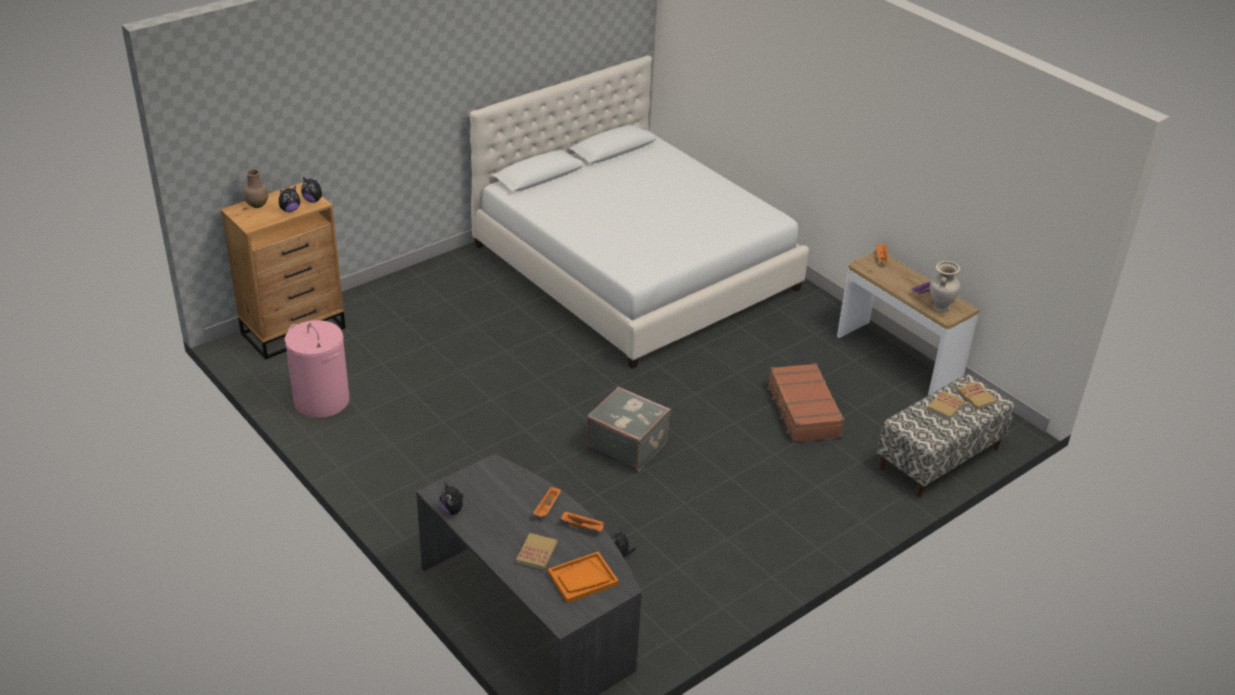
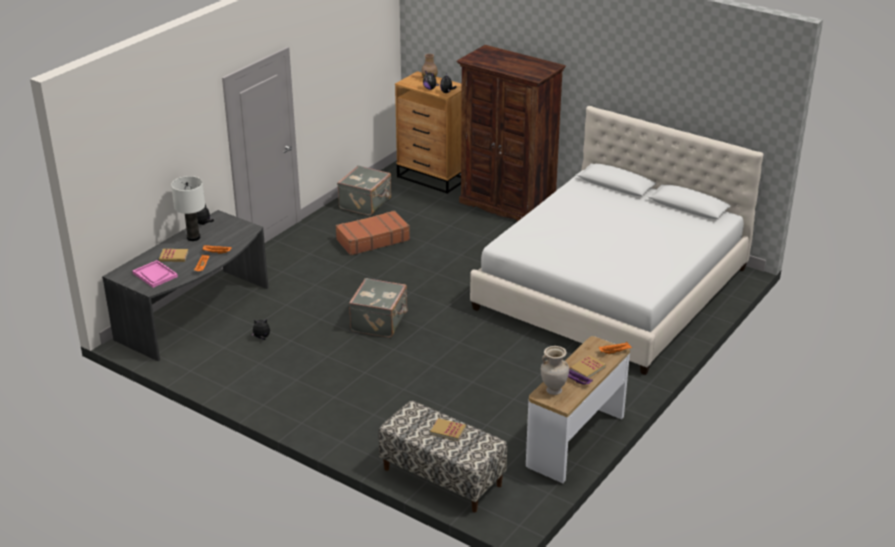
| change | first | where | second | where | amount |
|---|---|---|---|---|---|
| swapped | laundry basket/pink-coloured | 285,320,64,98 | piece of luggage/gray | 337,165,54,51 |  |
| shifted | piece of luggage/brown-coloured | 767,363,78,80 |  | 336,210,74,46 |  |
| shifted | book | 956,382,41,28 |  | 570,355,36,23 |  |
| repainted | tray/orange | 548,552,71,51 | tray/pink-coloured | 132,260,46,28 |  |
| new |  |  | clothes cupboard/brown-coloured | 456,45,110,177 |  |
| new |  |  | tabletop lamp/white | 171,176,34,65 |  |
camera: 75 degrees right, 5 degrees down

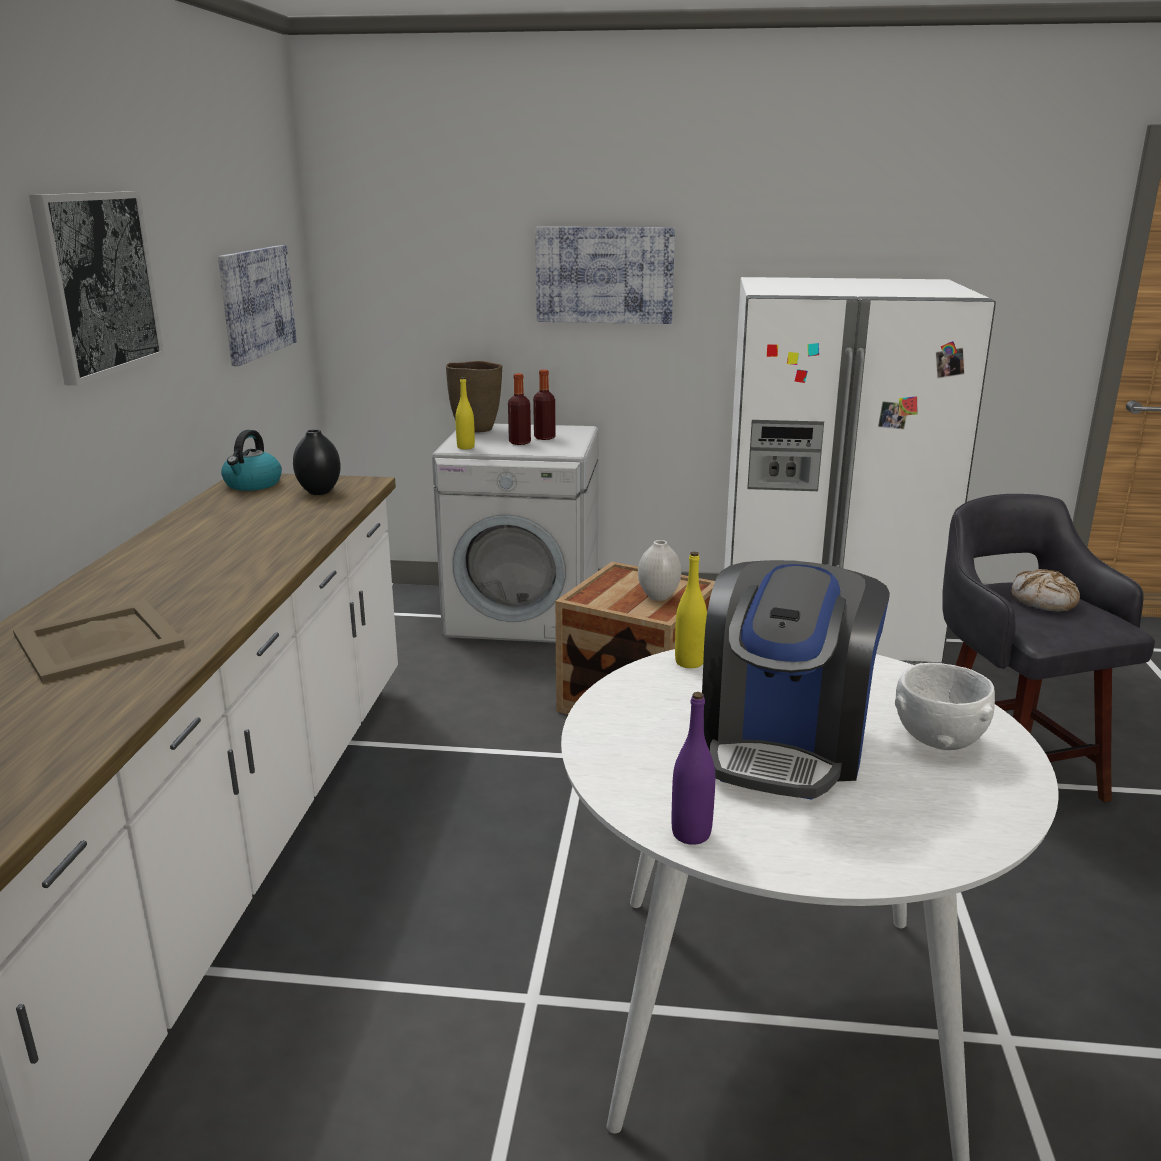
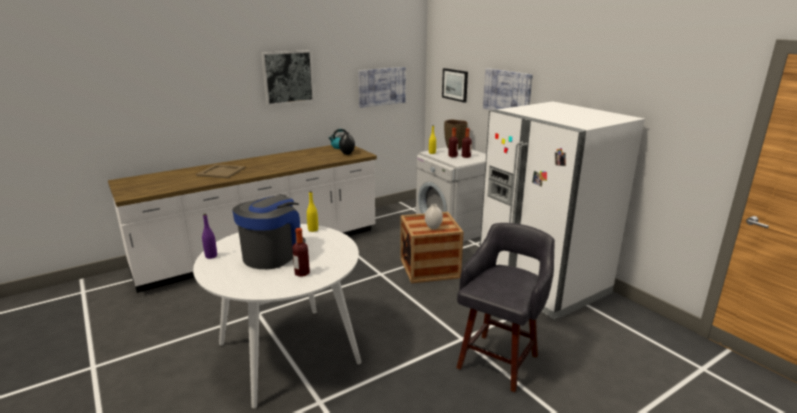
| change | first | where | second | where | amount |
|---|---|---|---|---|---|
| rotated | coffee machine | 702,560,188,240 |  | 232,195,73,74 | 135 degrees clockwise |
| gone | bread | 1011,569,69,43 |  |  |  |
| swapped | deep dish/white | 895,663,100,87 | drink bottle | 292,228,18,49 |  |
| new |  |  | wall picture | 442,68,26,35 |  |
camera: 50 degrees right, 0 degrees up

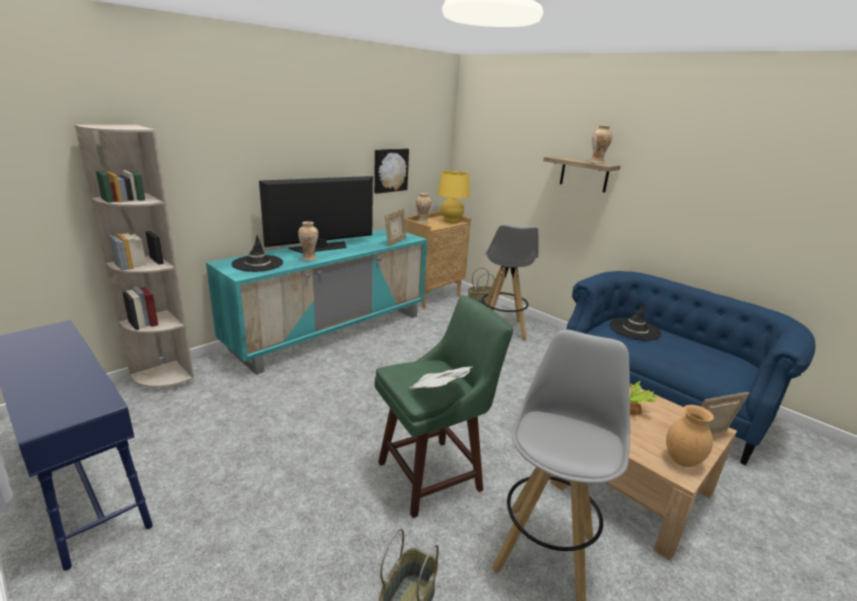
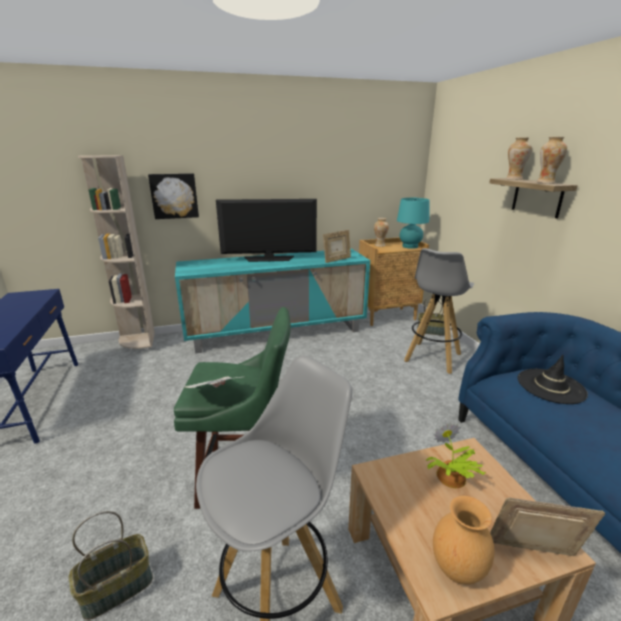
| change | first | where | second | where | amount |
|---|---|---|---|---|---|
| shifted | wall picture | 374,148,35,46 |  | 148,173,51,46 |  |
| repainted | tabletop lamp/yellowish | 437,171,33,52 | tabletop lamp/blue-green | 397,197,33,52 |  |
| shifted | flower vase | 298,221,21,40 |  | 506,137,26,43 |  |
| gone | wearable hat/black | 231,235,52,37 |  |  |  |
camera: 30 degrees right, 0 degrees up

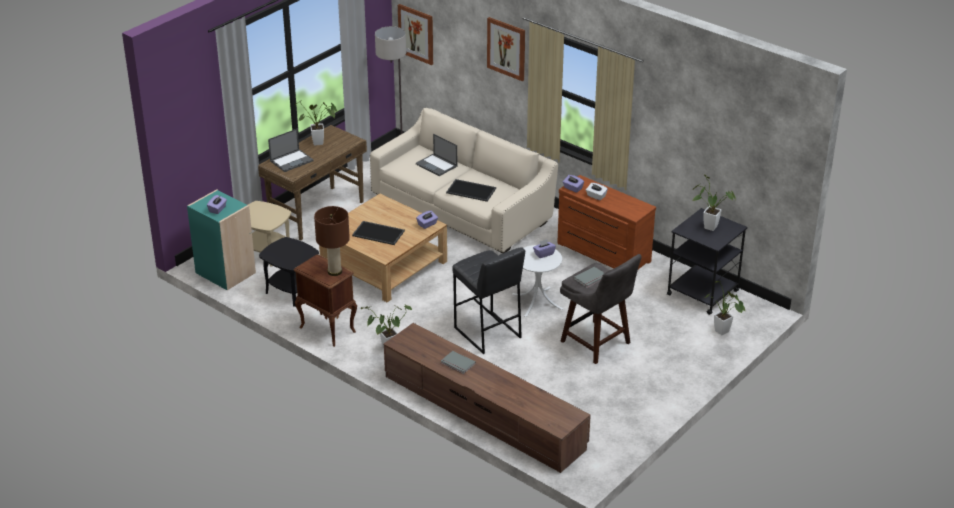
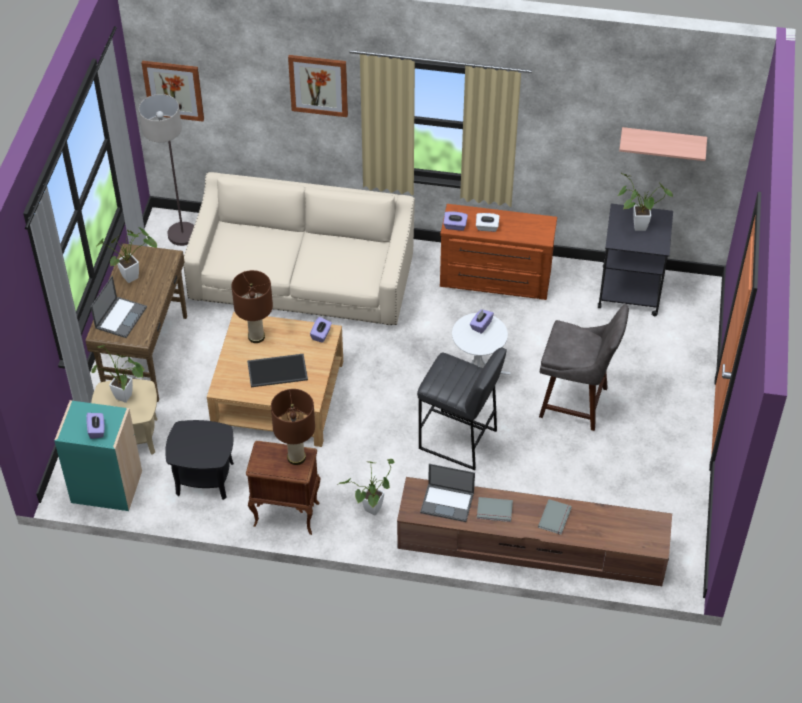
| change | first | where | second | where | amount |
|---|---|---|---|---|---|
| shifted | portable computer | 416,134,41,42 |  | 420,464,55,58 |  |
| gone | tray | 446,179,50,23 |  |  |  |
| shifted | book/gray | 574,267,30,21 |  | 538,499,34,36 |  |
| shifted | plant in a pot | 705,281,40,54 |  | 92,345,54,58 |  |
| new |  |  | bracket shelf | 619,127,88,34 |  |
| new |  |  | tabletop lamp/brown-coloured | 231,270,42,73 |  |
camera: 30 degrees left, 15 degrees up

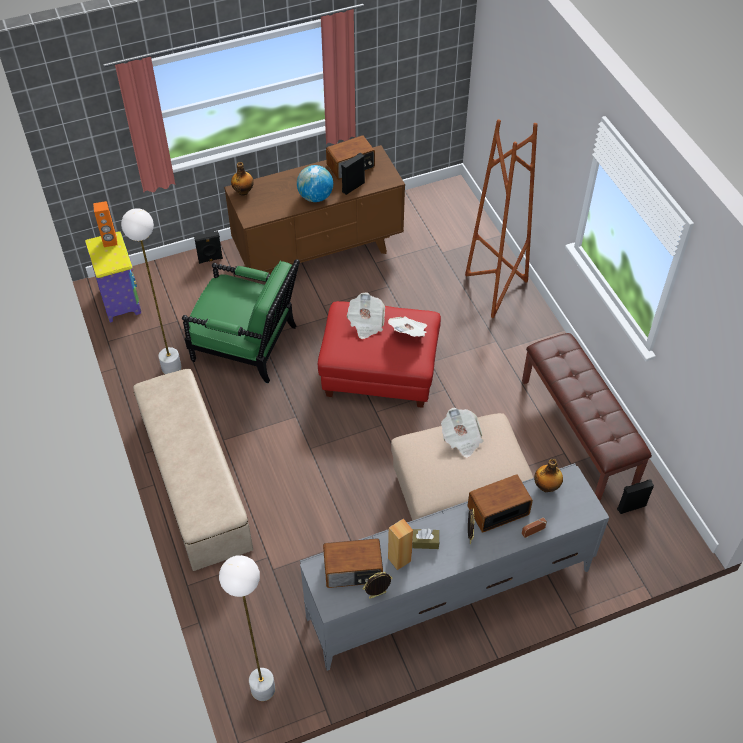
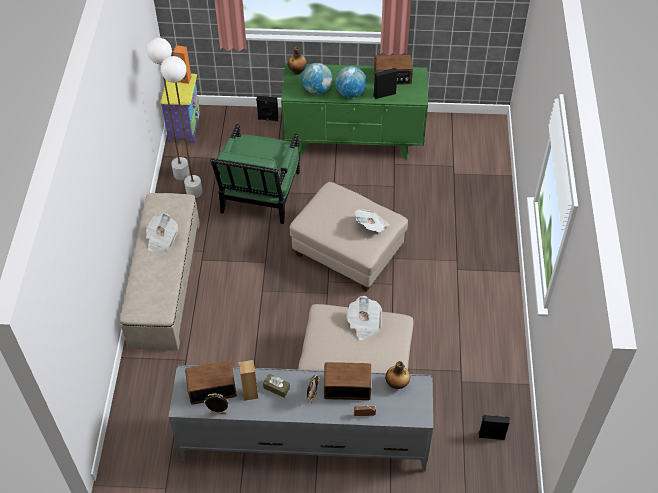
| change | first | where | second | where | amount |
|---|---|---|---|---|---|
| gone | garment rack/brown-coloured | 465,119,72,199 |  |  |  |
| repainted | chest of drawers/brown-coloured | 224,145,181,129 | chest of drawers/green | 281,63,147,97 |  |
| rotated | easy chair/green | 182,259,118,124 |  | 210,124,90,100 | 60 degrees clockwise |
| shifted | printed paper | 347,292,38,47 |  | 146,213,33,38 |  |
| repainted | pouffe/red-coloured | 318,301,123,107 | pouffe/beige | 289,182,119,110 |  |
| gone | bench/brown-coloured | 522,333,130,168 |  |  |  |
| rotated | radio receiver | 323,538,60,50 |  | 185,361,52,43 | 150 degrees clockwise |
| shifted | floor lamp/white | 219,555,56,146 |  | 146,38,44,142 |  |
| new |  |  | globe | 301,63,32,31 |  |
camera: 25 degrees right, 0 degrees up

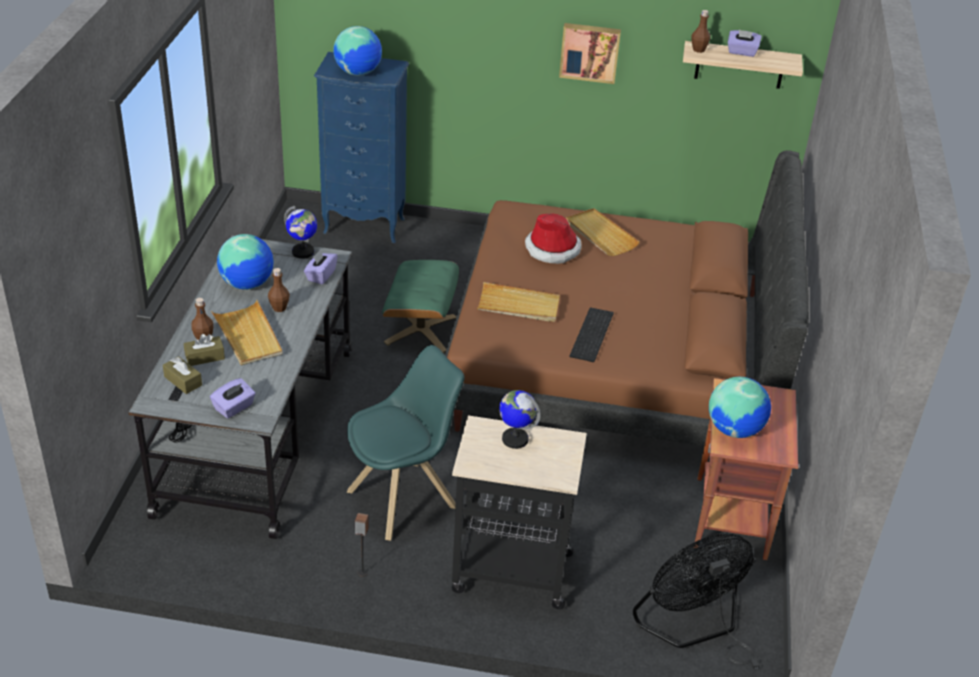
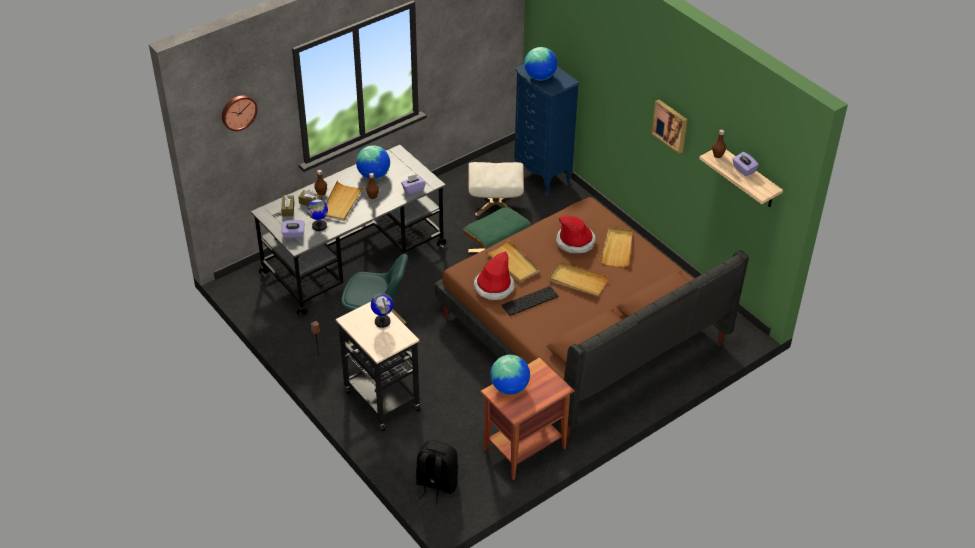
| change | first | where | second | where | amount |
|---|---|---|---|---|---|
| shifted | globe | 284,206,33,53 |  | 307,196,21,35 |  |
| swapped | fan/black | 633,533,126,136 | rucksack/black | 416,440,42,64 |  |
| new |  |  | wall clock | 222,95,36,36 |  |
| new |  |  | pouffe/beige | 468,162,56,55 |  |
| new |  |  | wearable hat | 474,251,41,49 |  |
| new |  |  | tray/beige | 548,262,61,34 |  |
camera: 45 degrees right, 5 degrees up

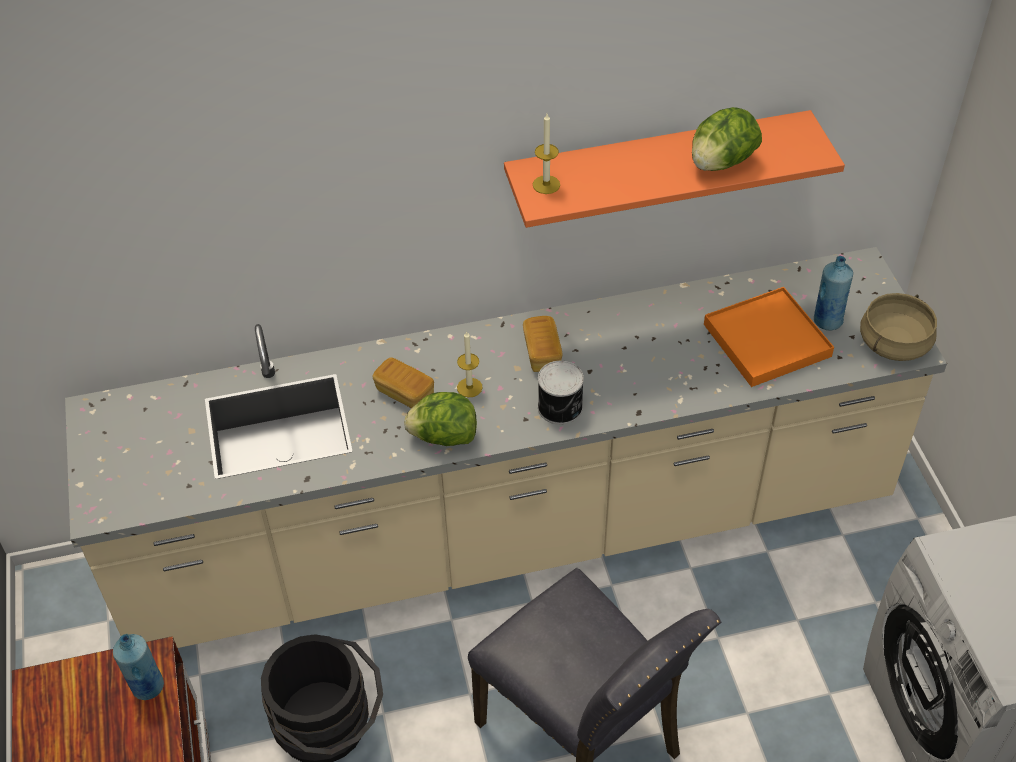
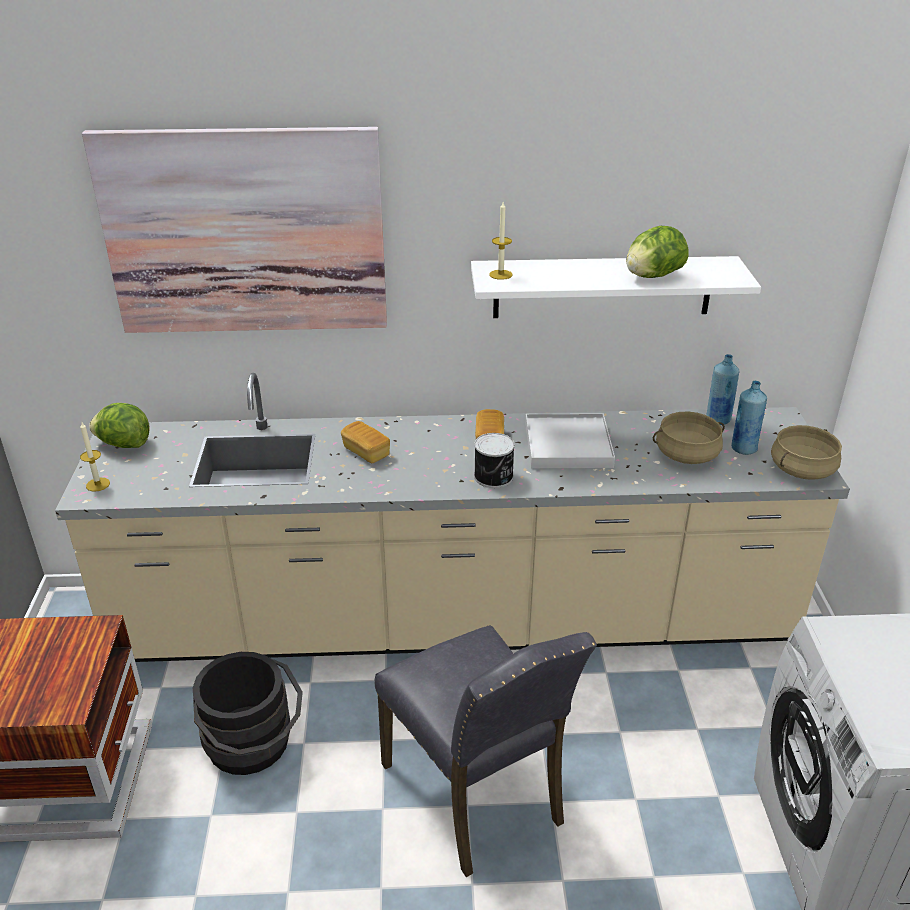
| change | first | where | second | where | amount |
|---|---|---|---|---|---|
| repainted | bracket shelf/orange | 504,110,341,118 | bracket shelf/white | 471,256,290,62 |  |
| swapped | tray/orange | 704,287,130,100 | stockpot/beige | 653,411,72,53 |  |
| shifted | wax light | 457,331,26,66 |  | 80,423,30,69 |  |
| shifted | lettuce head | 404,392,73,54 |  | 89,403,61,45 |  |
| shifted | drink bottle/bluish | 113,634,51,66 |  | 707,354,32,71 |  |
| new |  |  | wall picture | 82,127,305,206 |  |
| new |  |  | tray/white | 525,413,90,55 |  |
camera: 10 degrees right, 15 degrees down

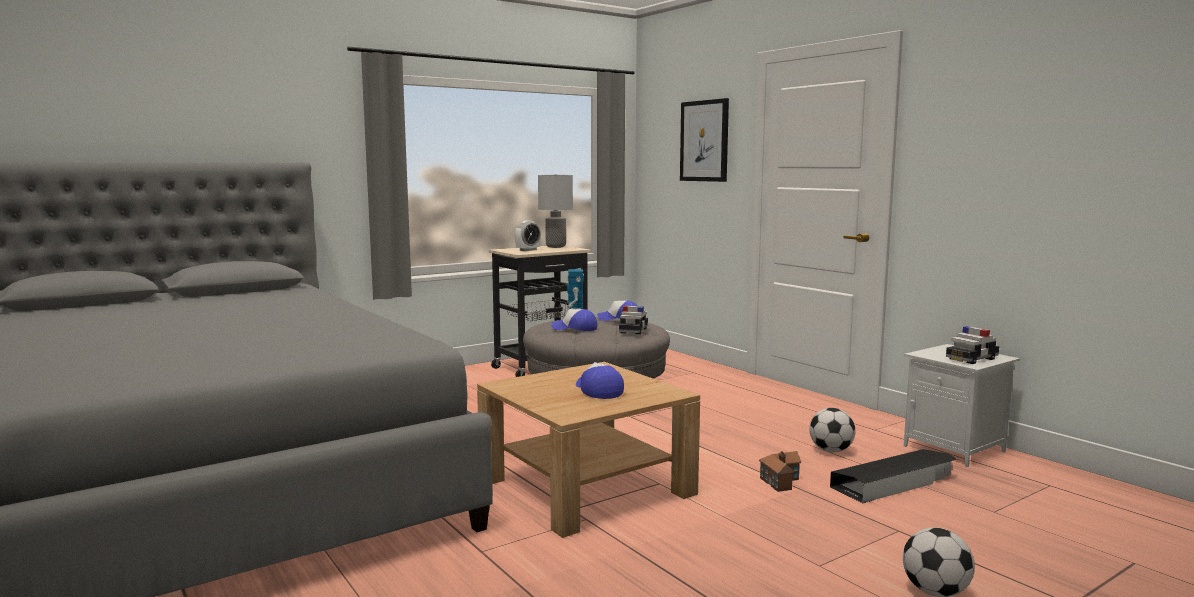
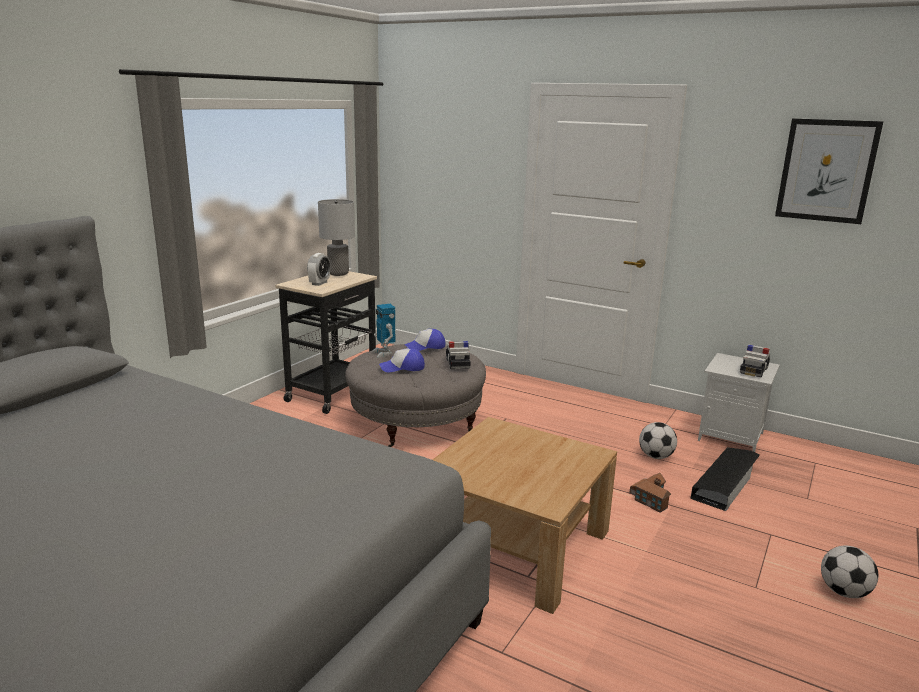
| change | first | where | second | where | amount |
|---|---|---|---|---|---|
| shifted | wall picture | 680,98,49,84 |  | 775,119,109,105 |  |
| gone | baseball cap | 576,362,48,37 |  |  |  |
camera: 25 degrees left, 10 degrees up

